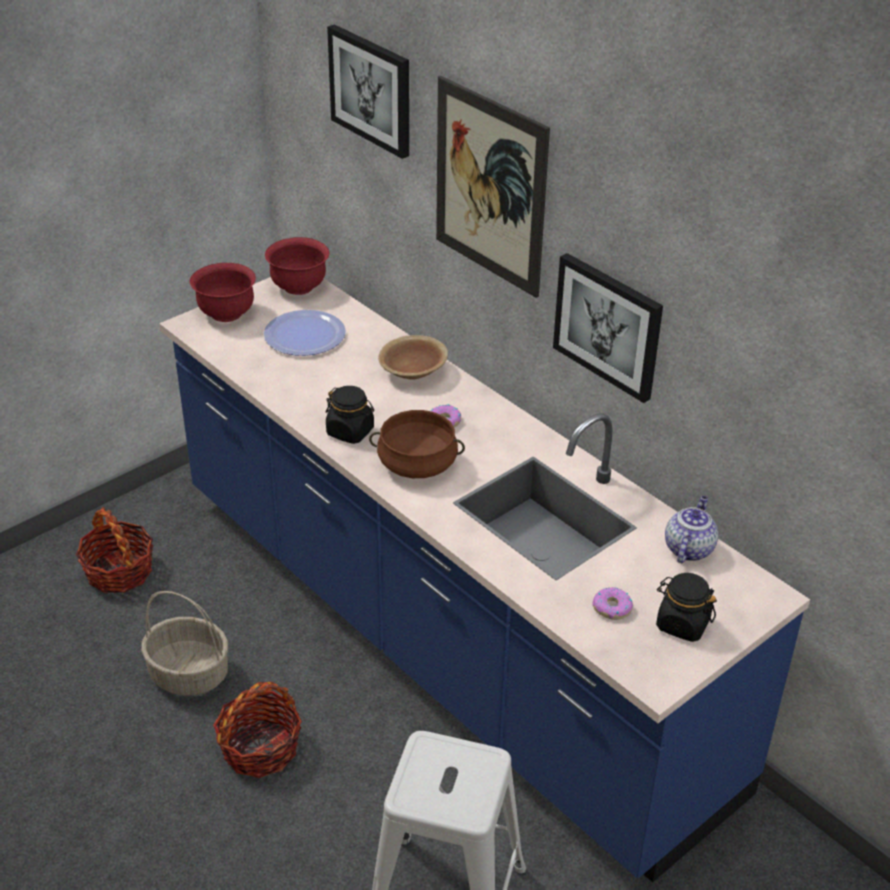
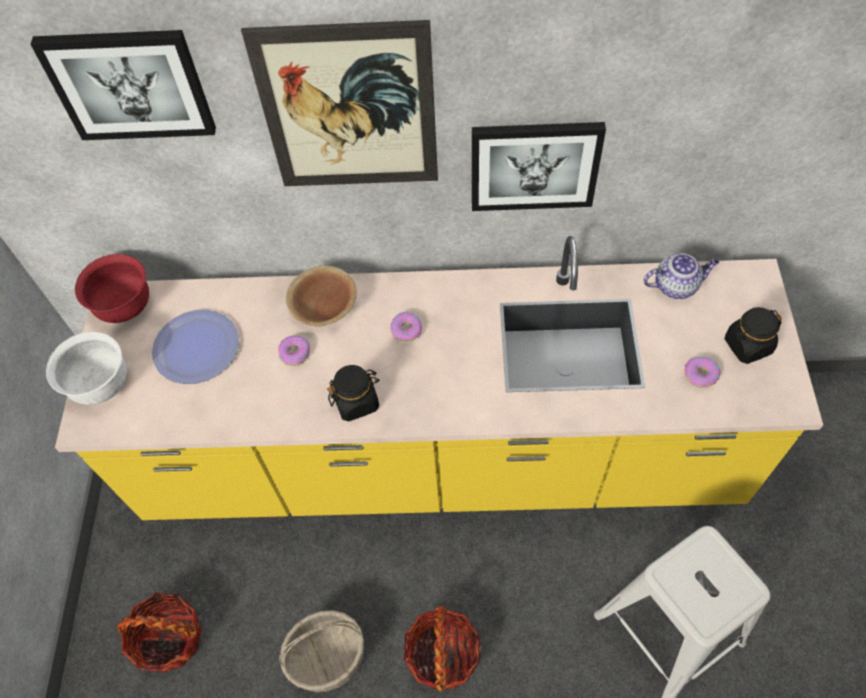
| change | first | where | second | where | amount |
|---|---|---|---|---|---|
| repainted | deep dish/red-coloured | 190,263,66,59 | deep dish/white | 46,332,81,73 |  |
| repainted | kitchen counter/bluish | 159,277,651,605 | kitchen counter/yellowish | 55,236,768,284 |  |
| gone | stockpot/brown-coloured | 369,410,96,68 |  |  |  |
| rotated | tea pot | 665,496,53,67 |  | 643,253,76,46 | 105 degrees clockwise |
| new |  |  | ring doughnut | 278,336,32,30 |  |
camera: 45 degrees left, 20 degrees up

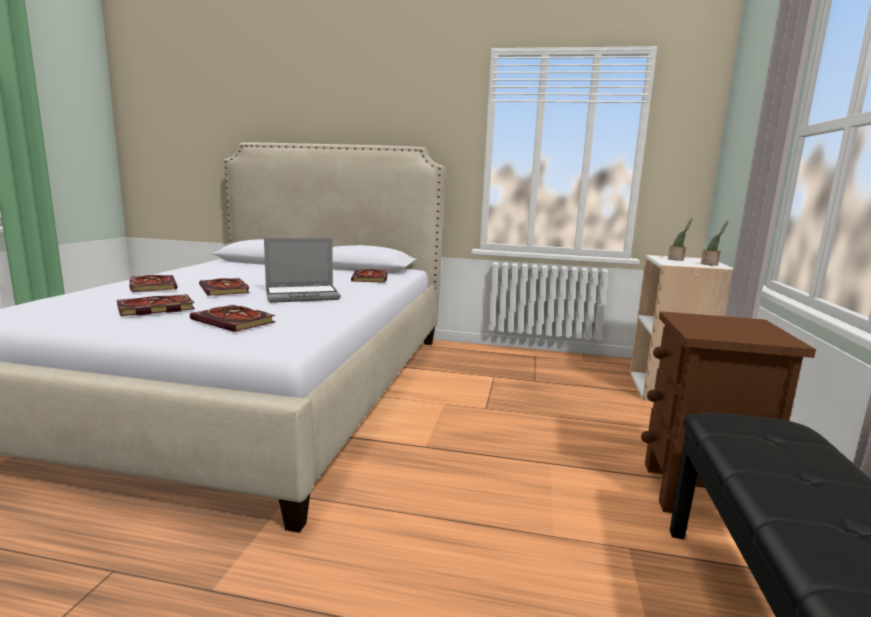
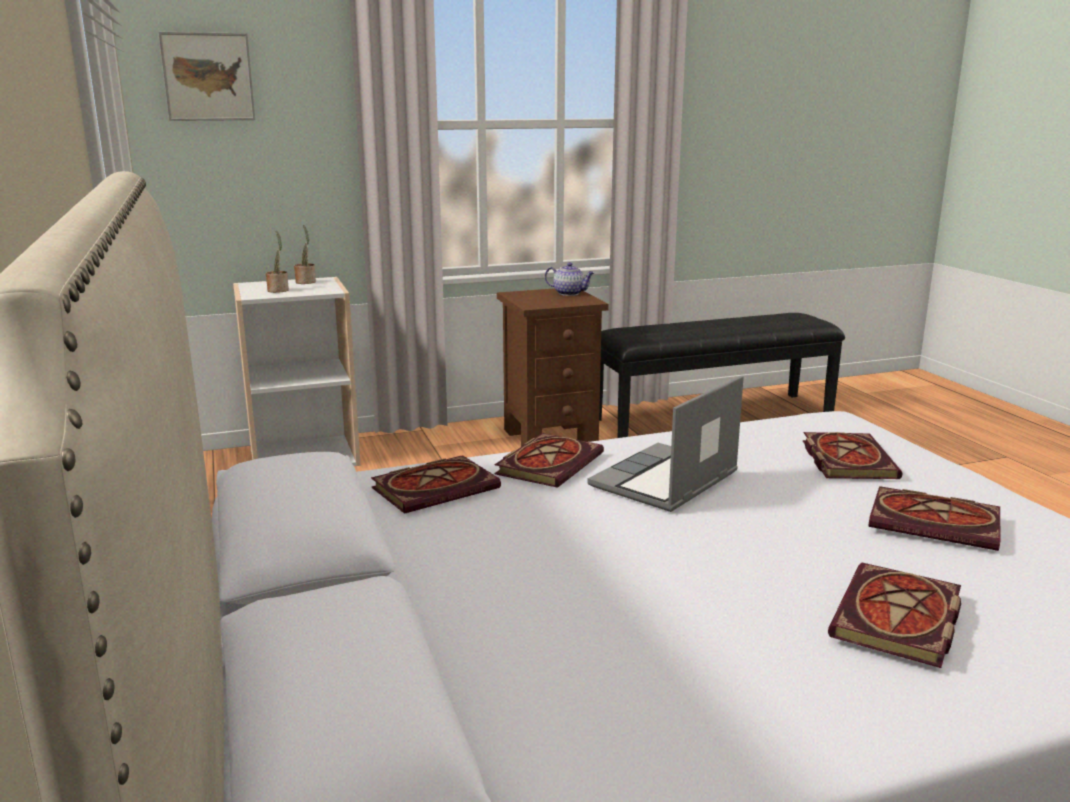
| change | first | where | second | where | amount |
|---|---|---|---|---|---|
| rotated | portable computer | 264,238,77,65 |  | 587,375,157,137 | 90 degrees counterclockwise |
| shifted | book | 199,278,51,18 |  | 494,433,110,55 |  |
| new |  |  | wall picture | 158,31,97,90 |  |
| new |  |  | tea pot | 545,262,50,34 |  |
camera: 120 degrees left, 5 degrees up

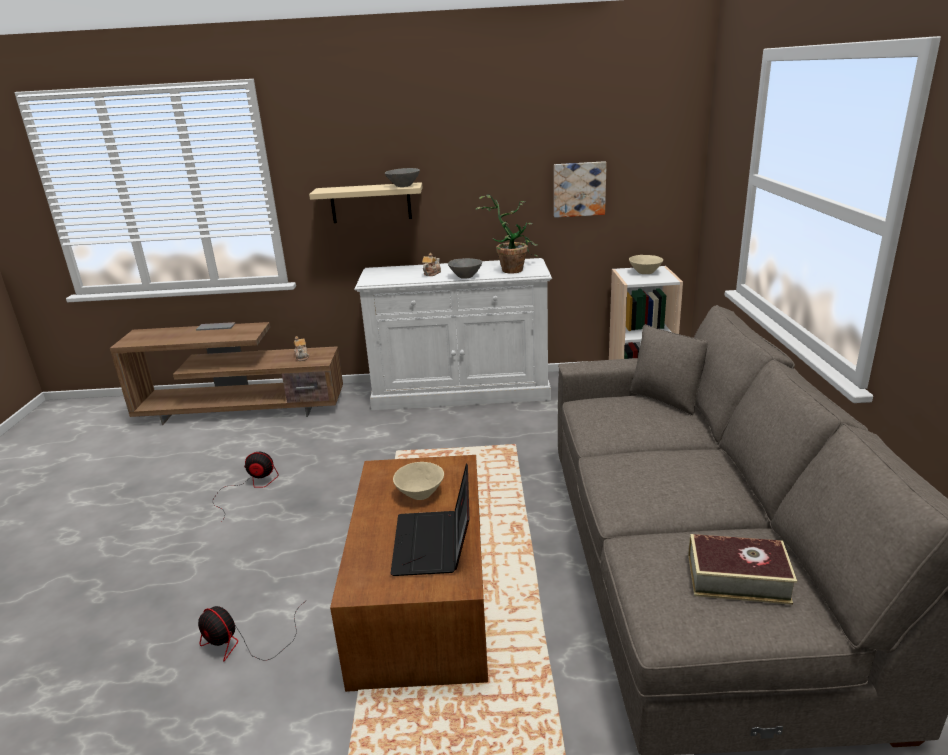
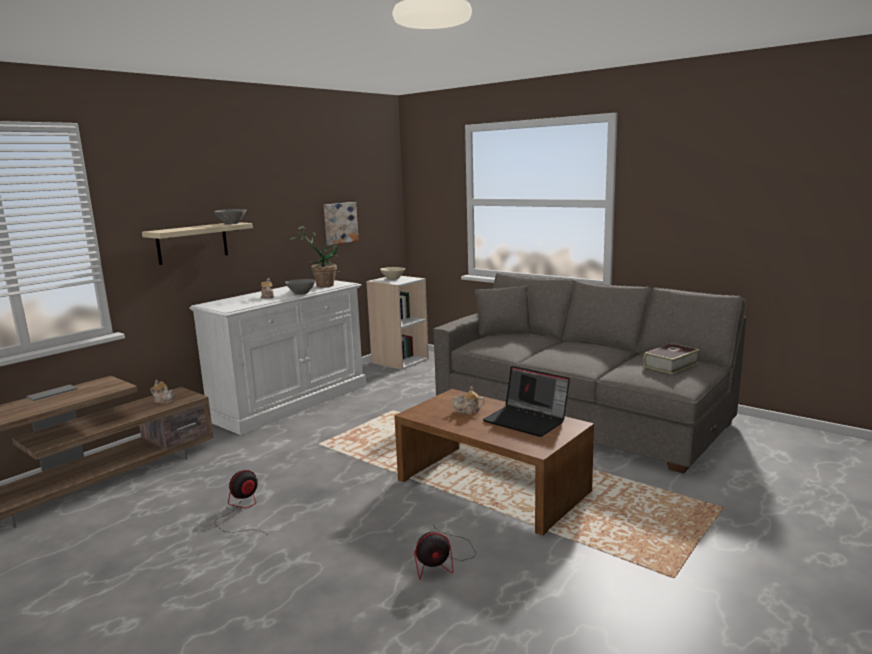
| change | first | where | second | where | amount |
|---|---|---|---|---|---|
| swapped | deep dish/beige | 393,462,51,38 | tea pot | 452,386,33,28 |  |
camera: 50 degrees left, 10 degrees down

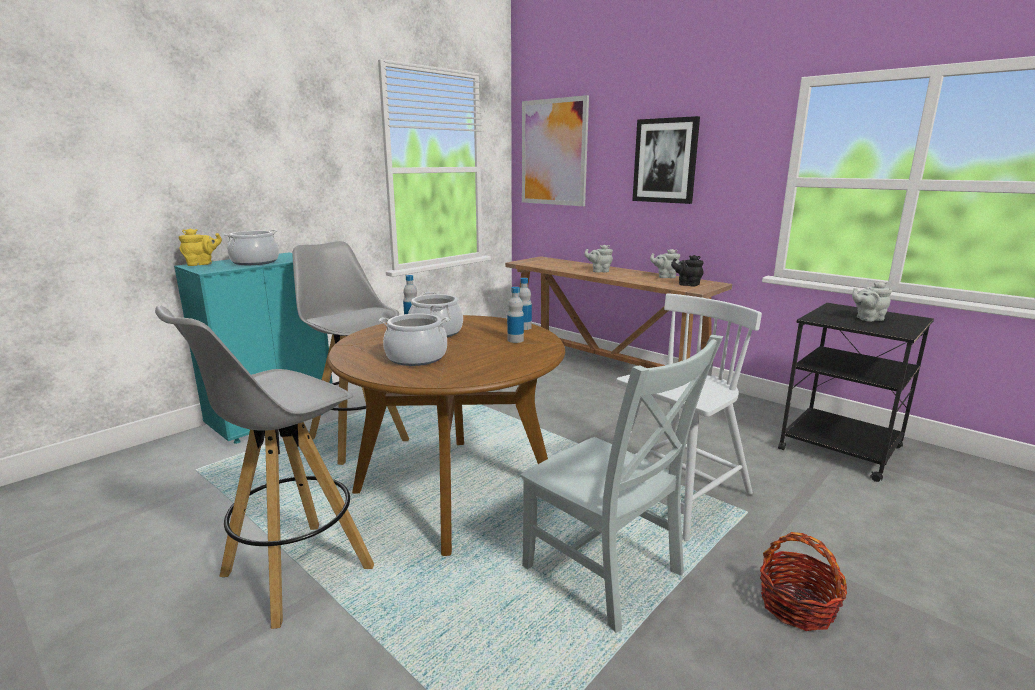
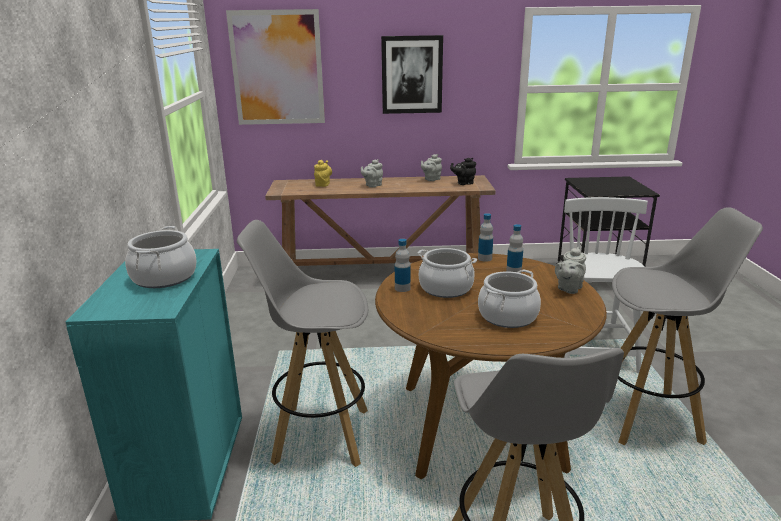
| change | first | where | second | where | amount |
|---|---|---|---|---|---|
| shifted | tea pot/yellowish | 179,229,43,37 |  | 314,160,18,27 |  |
| shifted | tea pot/gray | 852,281,40,41 |  | 555,247,31,47 |  |
| swapped | plain chair/gray | 520,335,203,298 | stool/gray | 612,207,151,238 |  |
| gone | basket | 760,532,87,99 |  |  |  |
camera: 45 degrees left, 5 degrees up

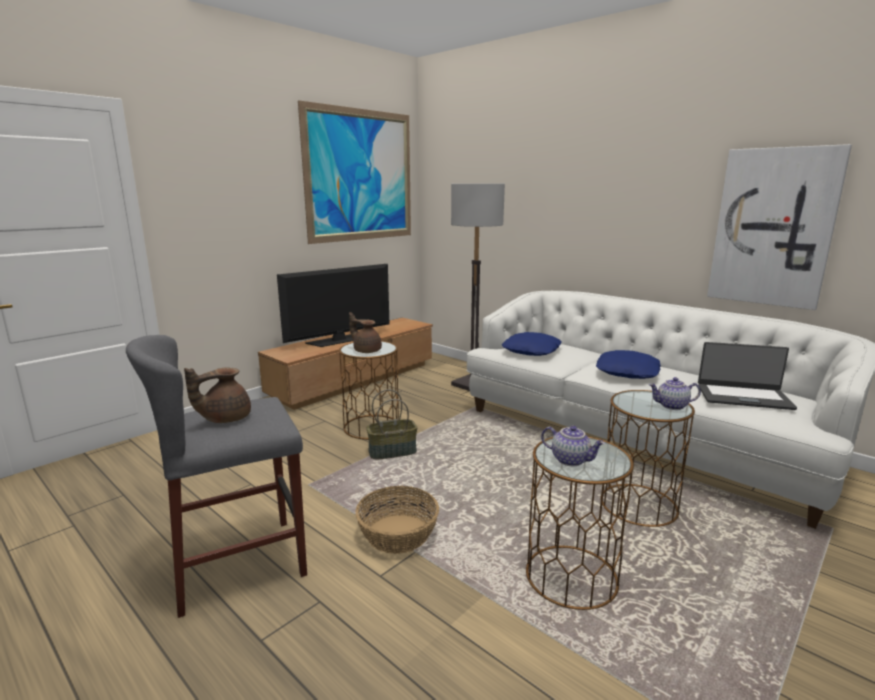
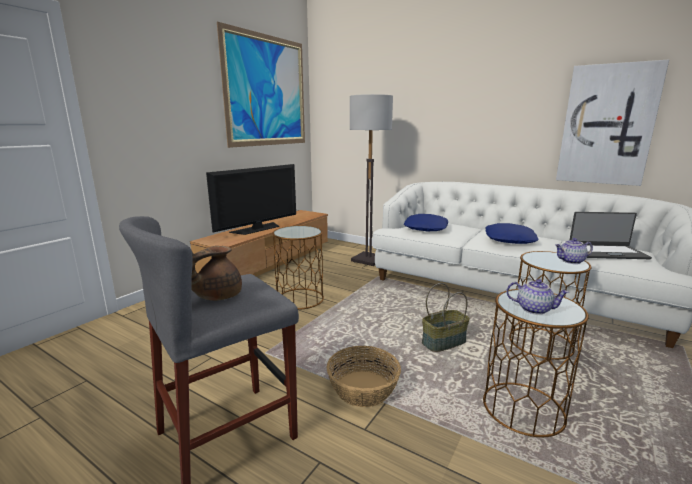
| change | first | where | second | where | amount |
|---|---|---|---|---|---|
| gone | tea pot/brown-coloured | 349,312,33,41 |  |  |  |
| shifted | basket | 366,389,51,70 |  | 422,283,48,69 |  |
camera: 10 degrees left, 0 degrees up

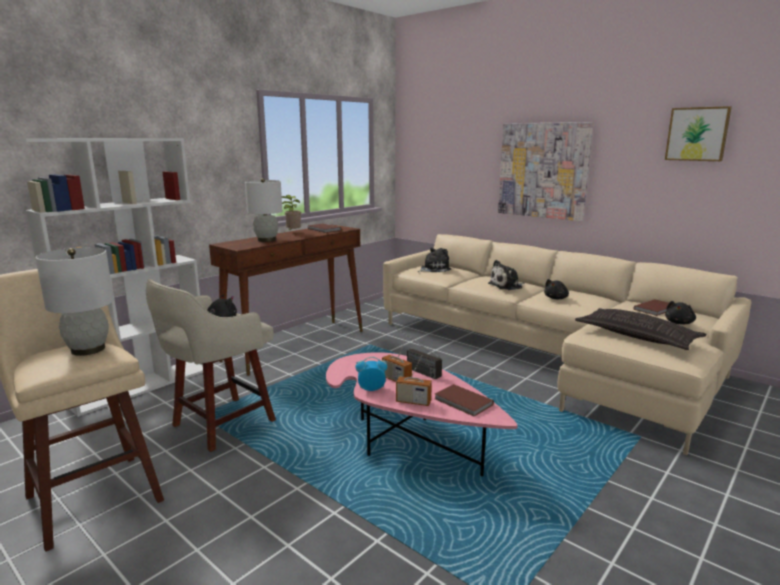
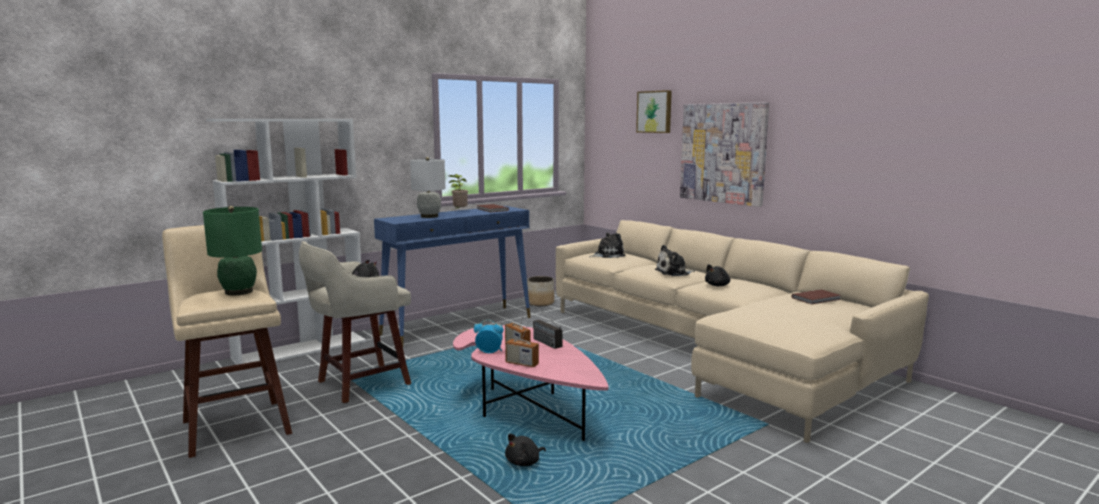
| change | first | where | second | where | amount |
|---|---|---|---|---|---|
| shifted | wall picture | 665,106,67,55 |  | 636,90,36,43 |  |
| repainted | narrow table/brown-coloured | 209,225,154,151 | narrow table/bluish | 374,206,157,141 |  |
| repainted | tabletop lamp/white | 35,247,79,109 | tabletop lamp/green | 203,206,59,89 |  |
| shifted | plush toy/black | 665,301,31,24 |  | 505,434,41,32 |  |
| gone | pillow | 575,308,132,42 |  |  |  |
| gone | book/brown-coloured | 435,384,59,32 |  |  |  |
| new |  |  | planter | 527,276,27,30 |  |
camera: 10 degrees right, 5 degrees down

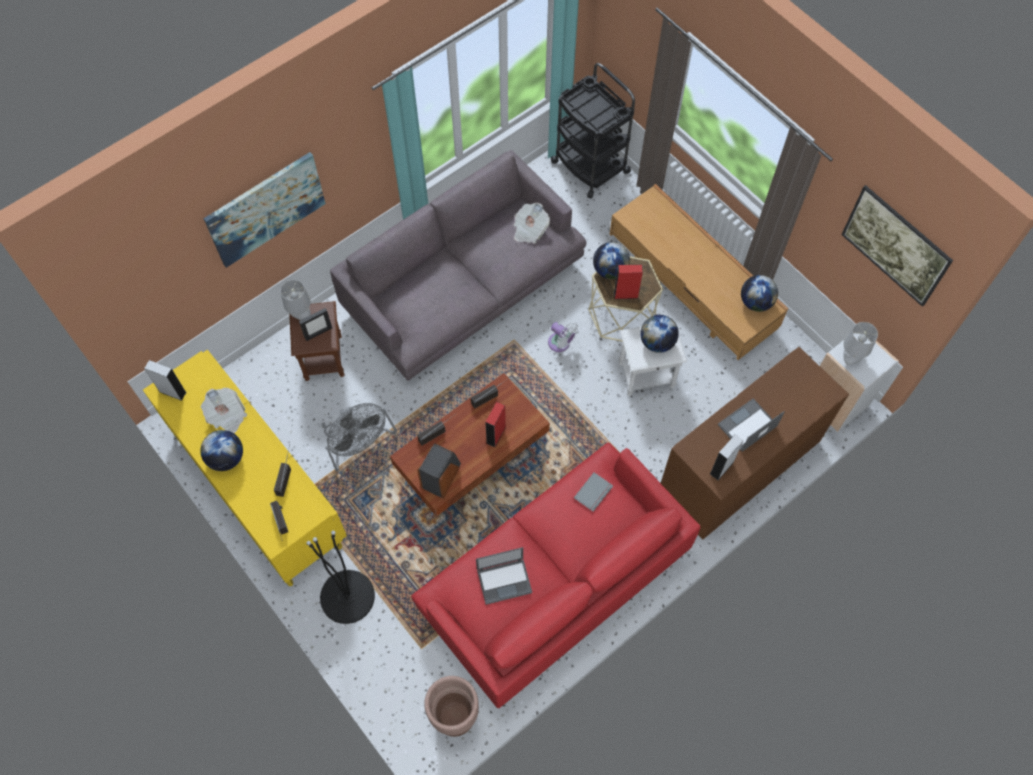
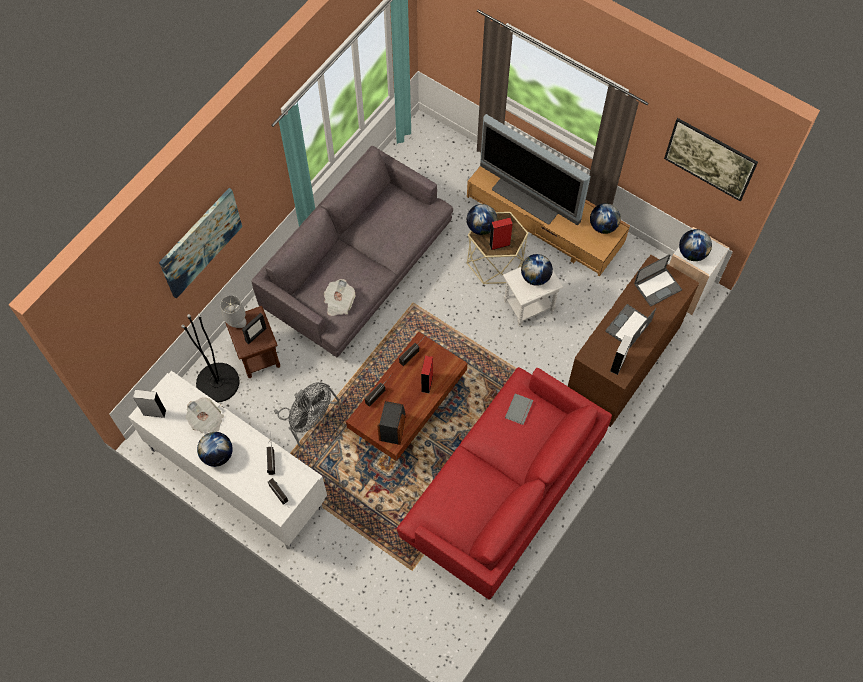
| change | first | where | second | where | amount |
|---|---|---|---|---|---|
| gone | cart/black | 551,63,84,136 |  |  |  |
| shifted | printed paper | 514,203,36,40 |  | 324,279,31,37 |  |
| gone | fan/white | 548,322,31,30 |  |  |  |
| swapped | tabletop lamp/gray | 843,322,35,43 | globe | 679,229,33,32 |  |
| repainted | cupboard/yellowish | 143,349,204,237 | cupboard/white | 129,371,198,178 |  |
| shifted | floor lamp/black | 306,531,69,93 |  | 181,313,59,90 |  |
| shifted | portable computer | 476,547,56,58 |  | 634,254,48,53 |  |
| gone | planter/brown-coloured | 424,676,55,61 |  |  |  |
| new |  |  | television | 480,114,111,111 |  |
camera: 15 degrees left, 0 degrees up

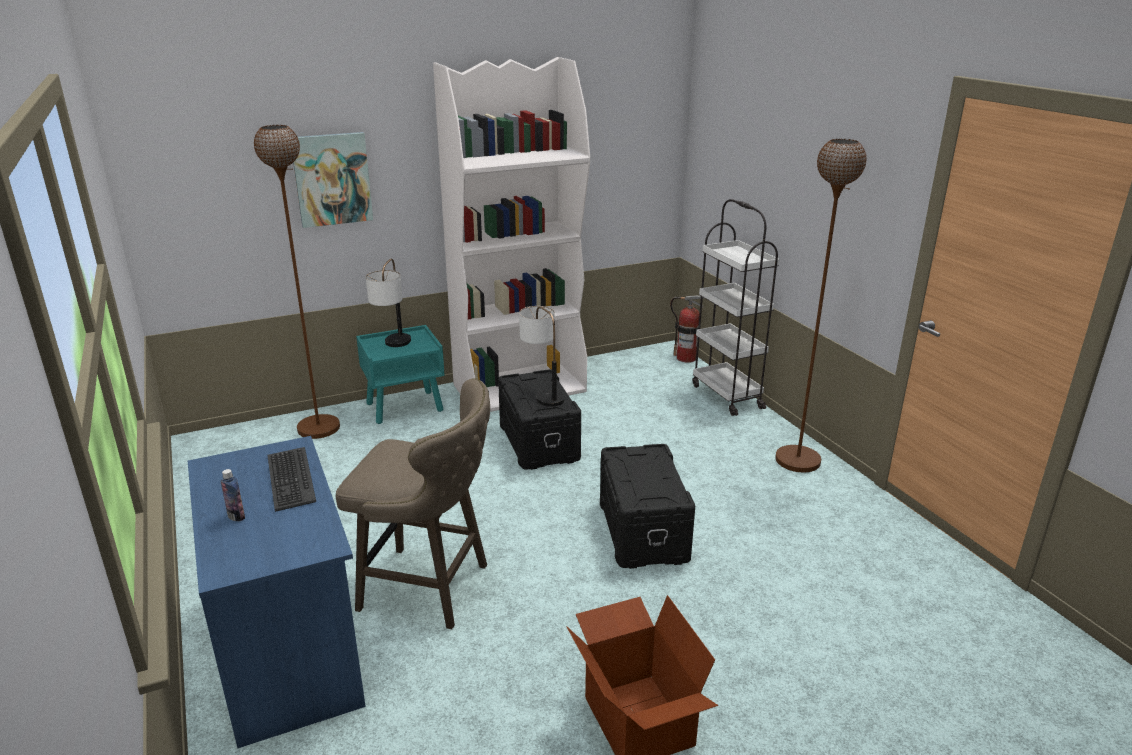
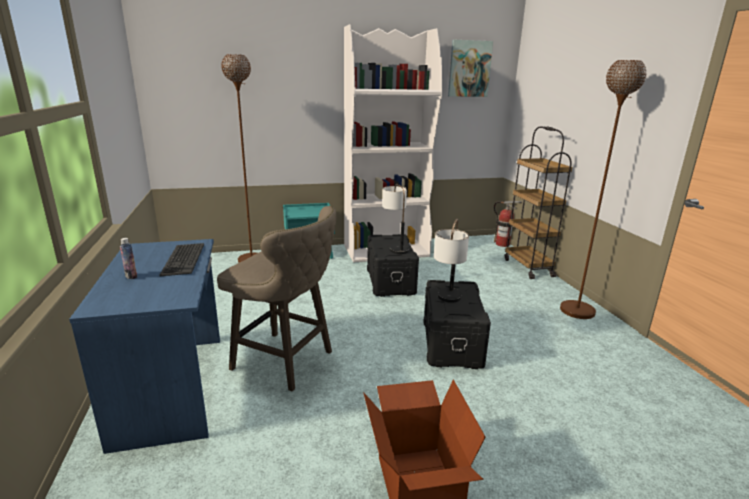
| change | first | where | second | where | amount |
|---|---|---|---|---|---|
| shifted | wall picture | 293,132,80,96 |  | 448,40,45,57 |  |
| repainted | cart/white | 692,199,87,217 | cart/brown-coloured | 505,126,67,153 |  |
| shifted | tabletop lamp | 366,259,45,88 |  | 434,219,35,84 |  |
camera: 10 degrees right, 5 degrees down

